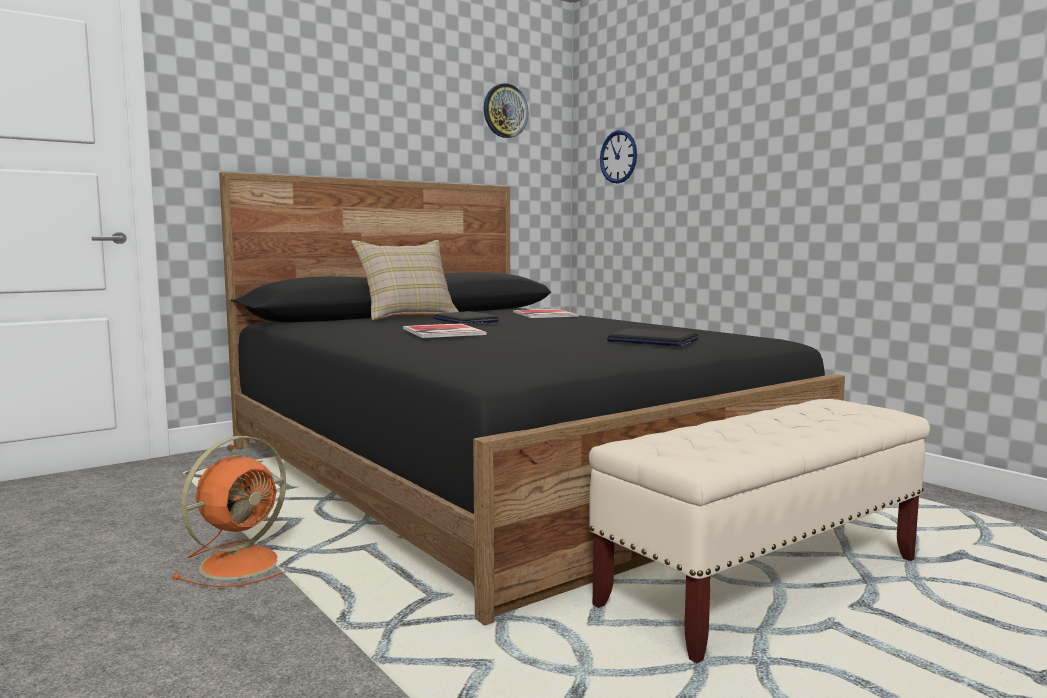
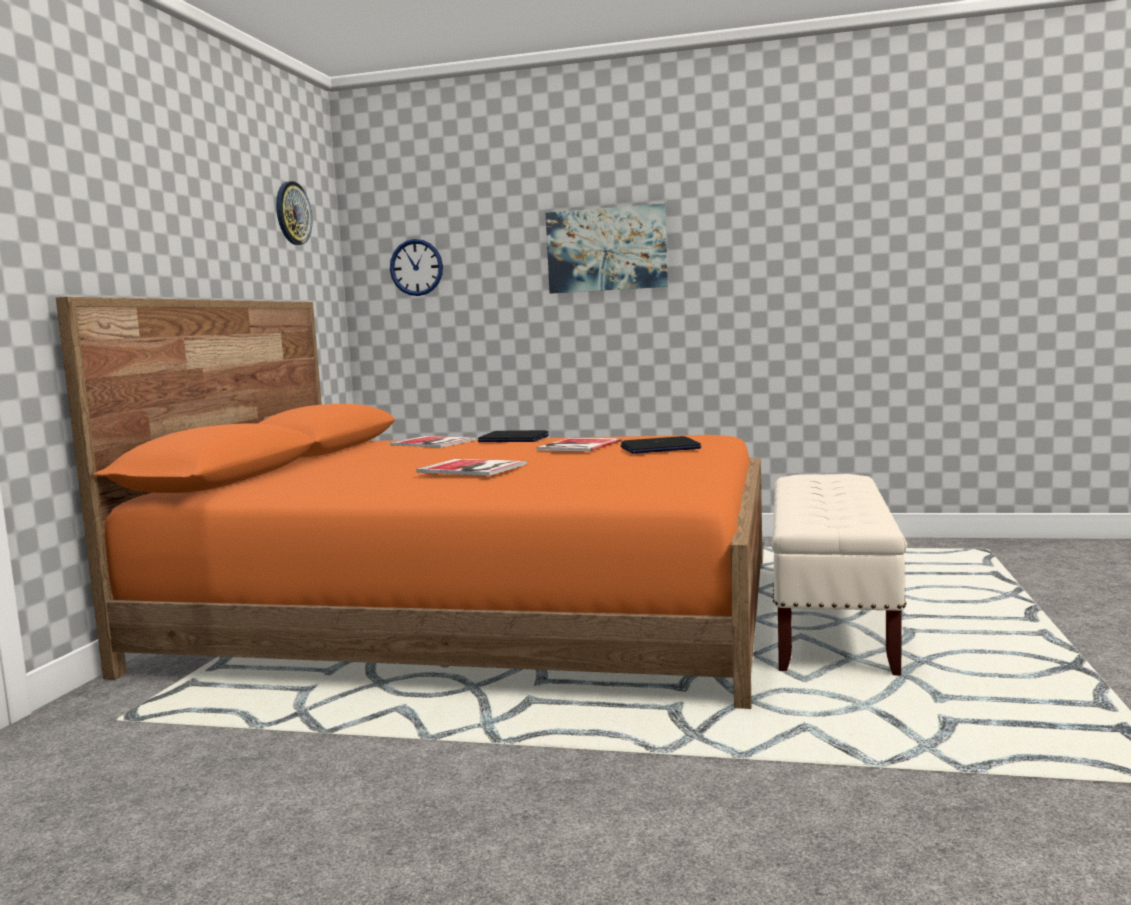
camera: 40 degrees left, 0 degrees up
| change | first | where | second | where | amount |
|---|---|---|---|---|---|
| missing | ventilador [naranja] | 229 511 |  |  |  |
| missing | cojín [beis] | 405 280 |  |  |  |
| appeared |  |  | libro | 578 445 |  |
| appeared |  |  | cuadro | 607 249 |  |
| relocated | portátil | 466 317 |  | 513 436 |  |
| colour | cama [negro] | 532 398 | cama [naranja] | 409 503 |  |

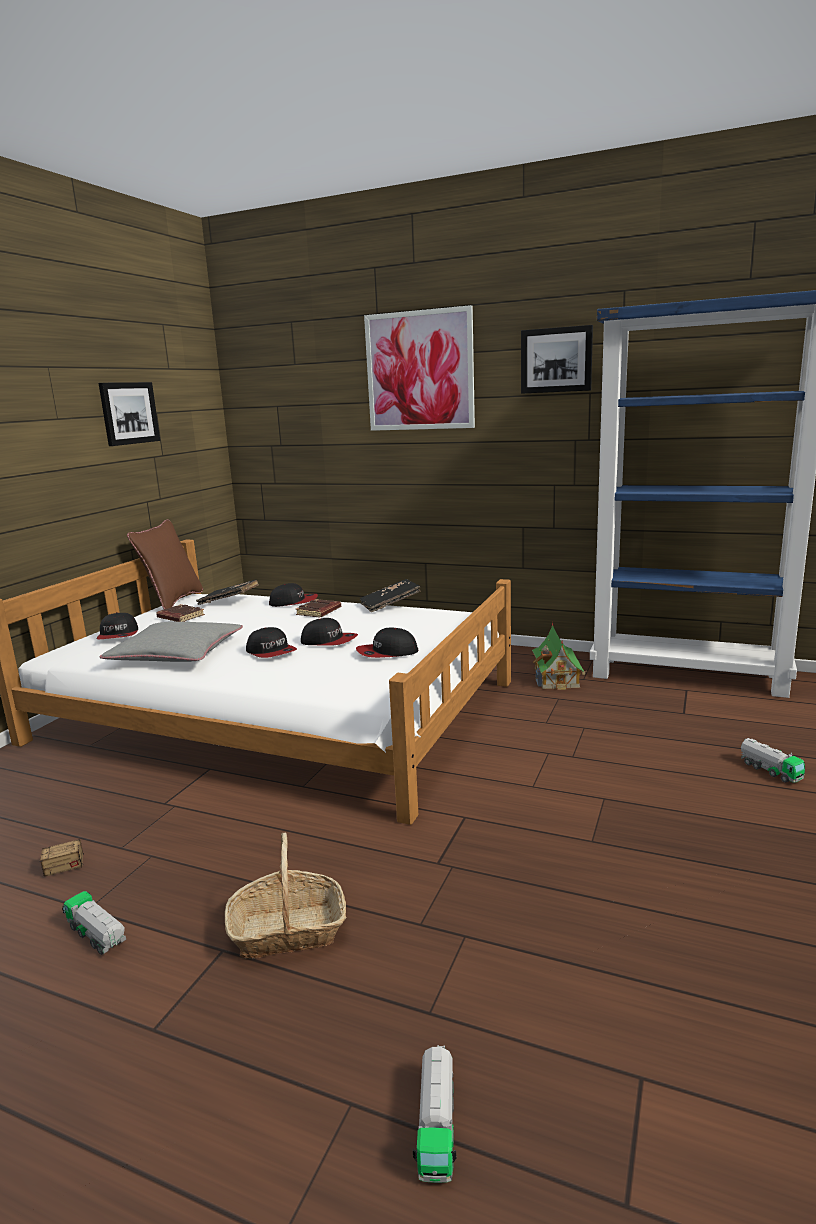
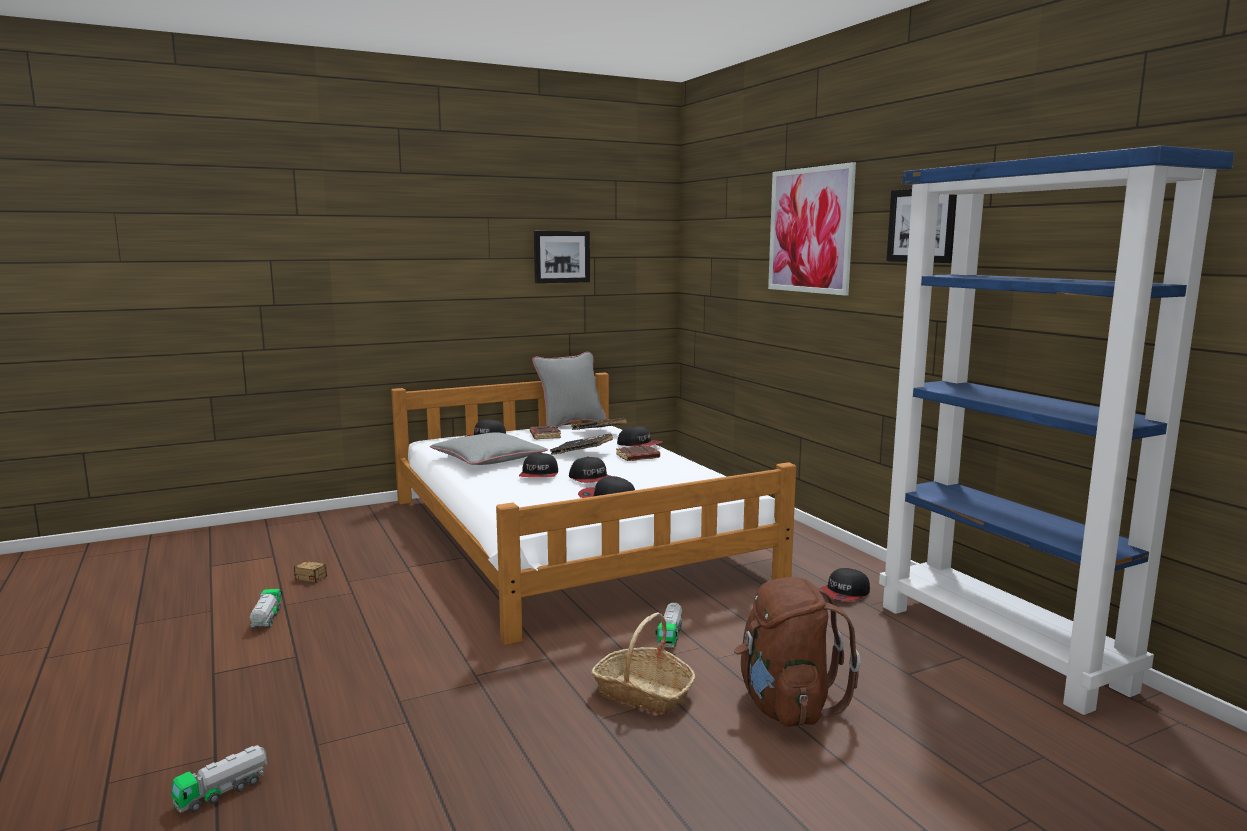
camera: 40 degrees right, 5 degrees down
| change | first | where | second | where | amount |
|---|---|---|---|---|---|
| appeared |  |  | mochila [marrón] | 797 652 |  |
| relocated | cesta | 286 896 |  | 643 663 |  |
| relocated | libro [negro] | 390 595 |  | 581 444 |  |
| relocated | camión de juguete | 773 760 |  | 669 625 |  |
| exchanged | casita | 558 656 | gorra | 845 584 |  |
| colour | cojín [marrón] | 165 564 | cojín [gris] | 569 389 |  |

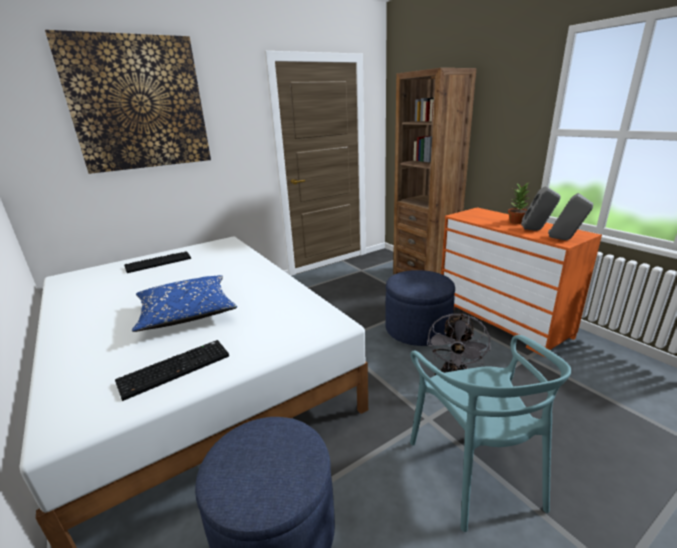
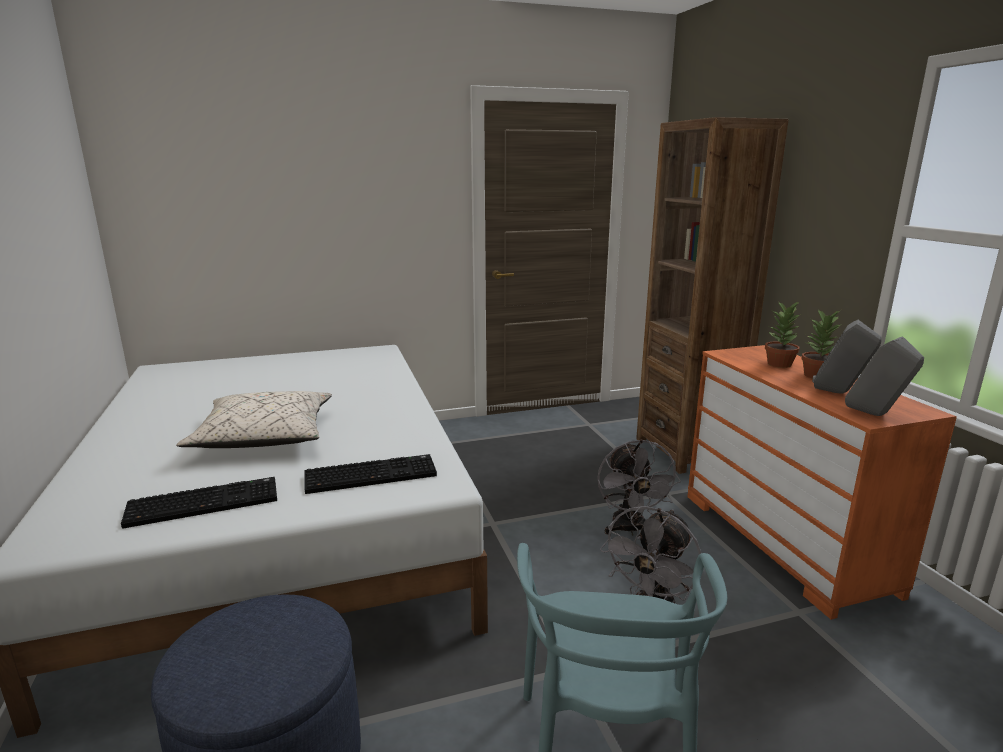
camera: 15 degrees right, 5 degrees down
| change | first | where | second | where | amount |
|---|---|---|---|---|---|
| missing | cuadro | 128 102 |  |  |  |
| appeared |  |  | planta en maceta | 783 334 |  |
| relocated | teclado | 157 262 |  | 371 474 |  |
| exchanged | puf [azul] | 420 308 | ventilador [gris] | 639 487 |  |
| colour | cojín [azul] | 184 303 | cojín [beis] | 254 419 |  |

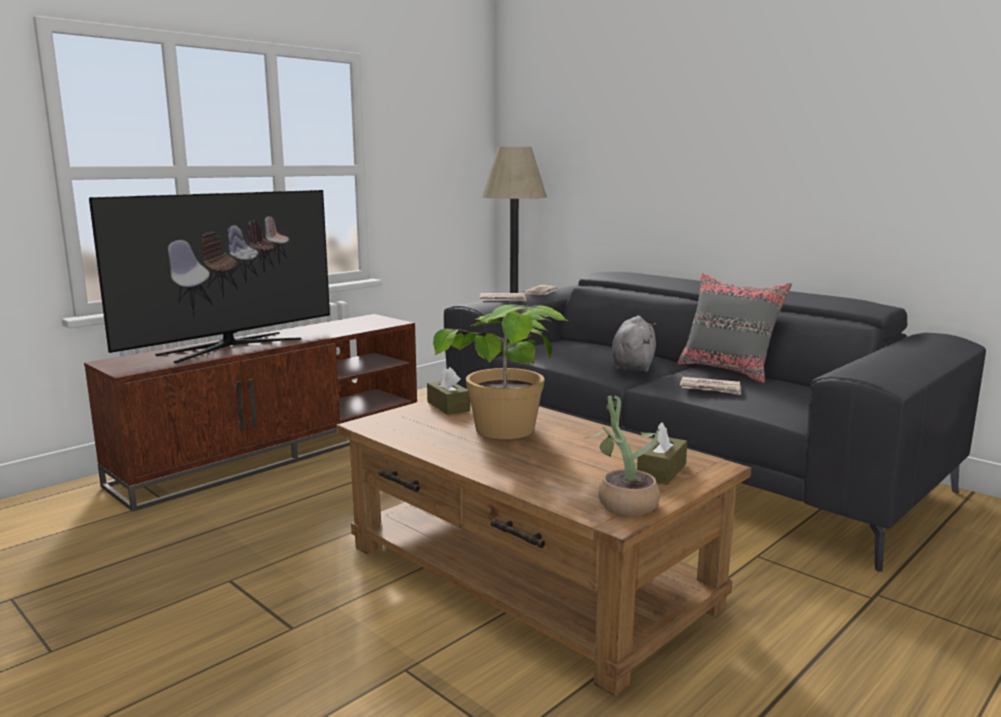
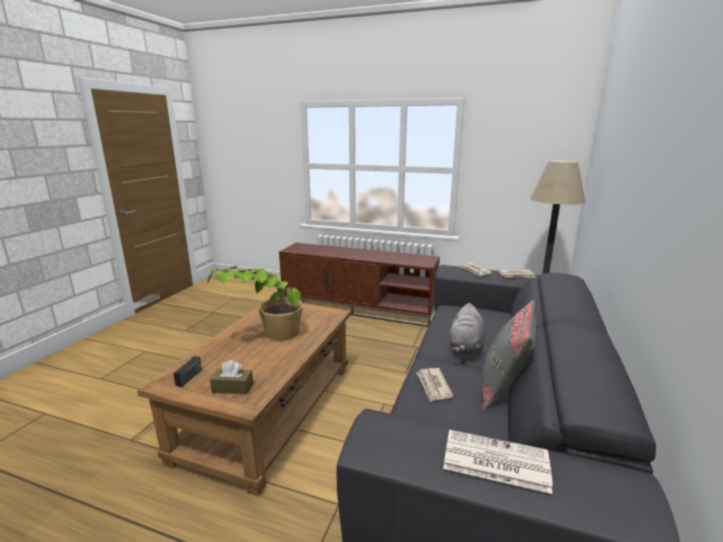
camera: 65 degrees right, 5 degrees up
| change | first | where | second | where | amount |
|---|---|---|---|---|---|
| missing | televisor | 209 276 |  |  |  |
| missing | caja de pañuelos [marrón] | 448 391 |  |  |  |
| appeared |  |  | periódico | 498 462 |  |
| exchanged | planta en maceta | 621 455 | radio | 180 371 |  |
| spun | peluche [gris] | 634 344 |  | 467 328 | 120 degrees clockwise |

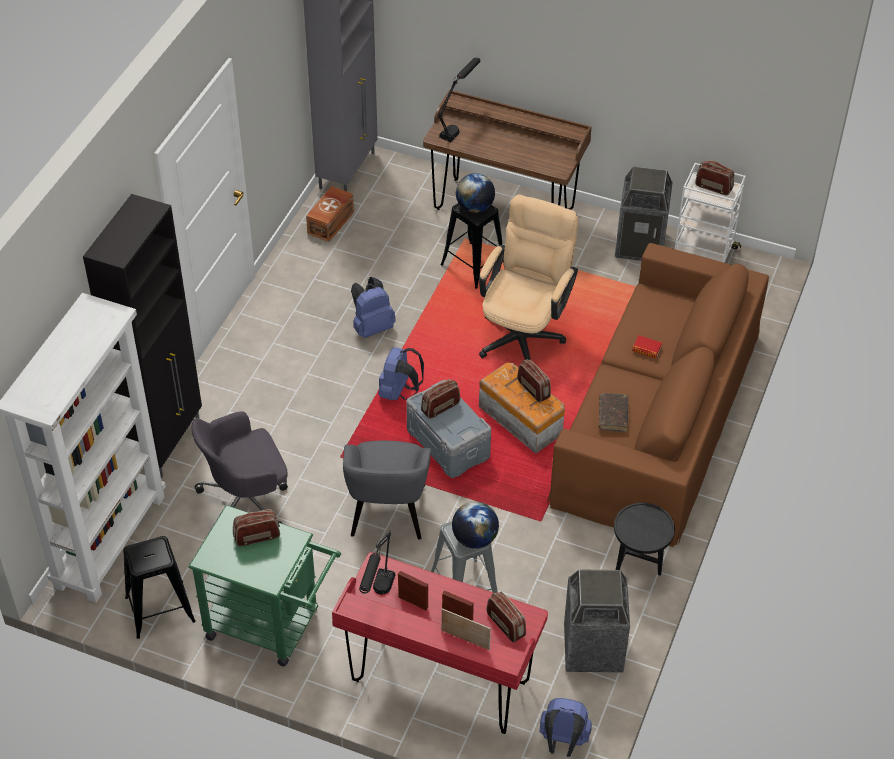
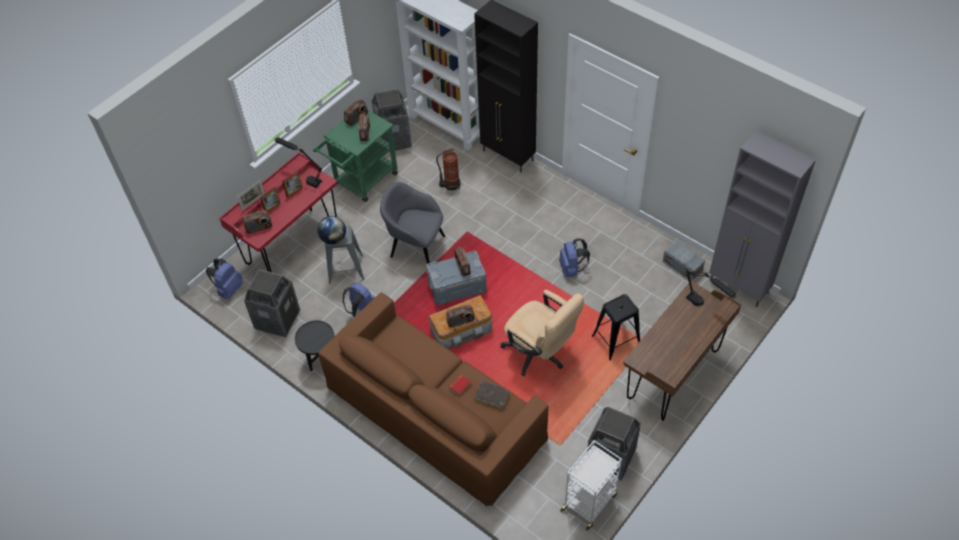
camera: 110 degrees right, 5 degrees up
| change | first | where | second | where | amount |
|---|---|---|---|---|---|
| missing | globo terráqueo | 475 193 |  |  |  |
| relocated | mochila [azul] | 401 374 |  | 359 299 |  |
| relocated | libro [marrón] | 614 412 |  | 492 395 |  |
| relocated | radio | 714 178 |  | 356 112 |  |
| exchanged | taburete [negro] | 159 587 | papelera | 392 120 |  |
| exchanged | silla de oficina [gris] | 240 467 | extintor | 448 170 |  |
| colour | caja de almacenaje [marrón] | 330 214 | caja de almacenaje [gris] | 684 260 |  |

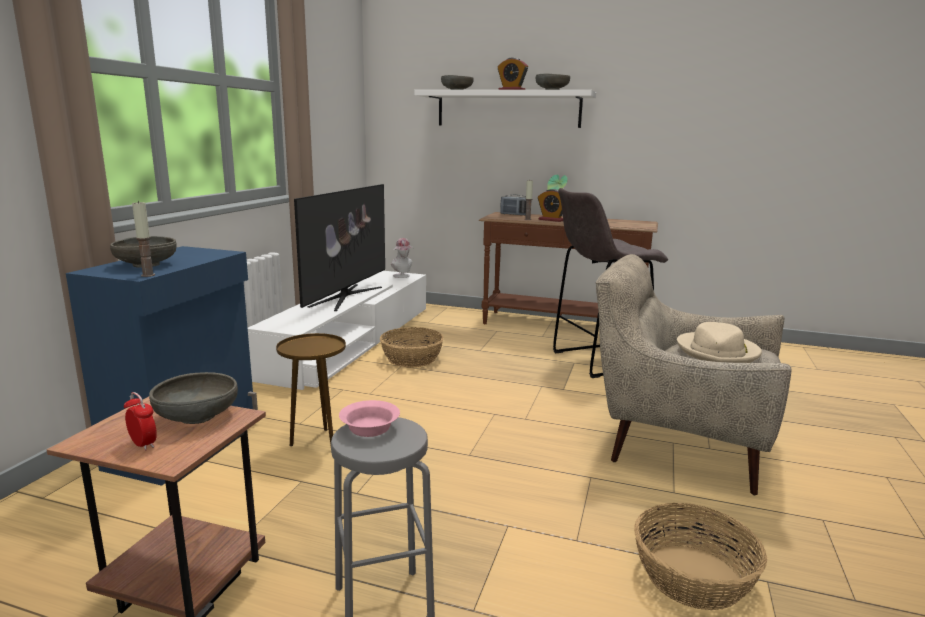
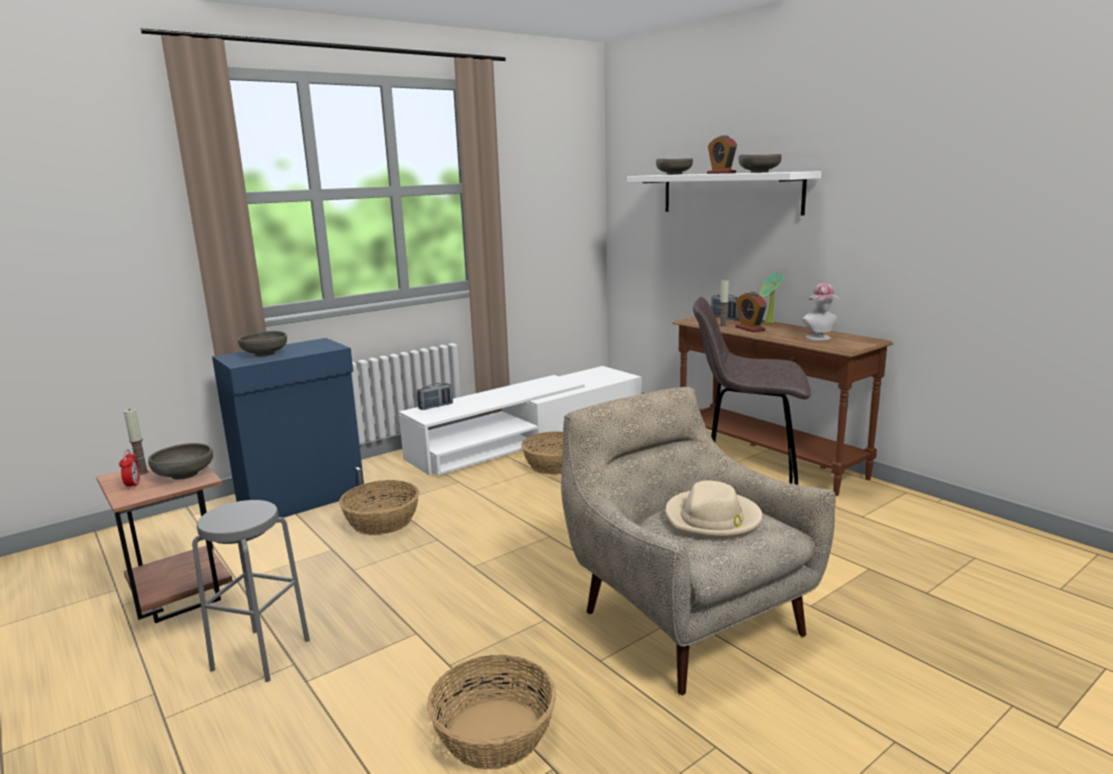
camera: 35 degrees right, 0 degrees up
| change | first | where | second | where | amount |
|---|---|---|---|---|---|
| missing | televisor | 339 247 |  |  |  |
| missing | cuenco [rosa] | 369 418 |  |  |  |
| appeared |  |  | radio | 435 396 |  |
| relocated | vela | 143 238 |  | 136 442 |  |
| relocated | sombrero | 402 258 |  | 820 312 |  |
| exchanged | mesa auxiliar [marrón] | 311 389 | cesta | 379 507 |  |

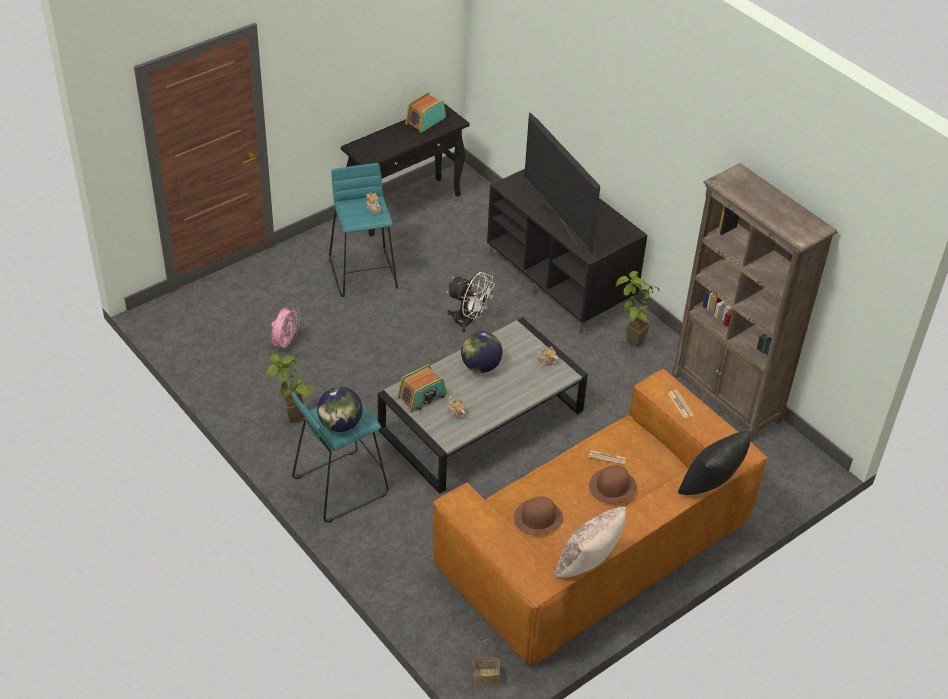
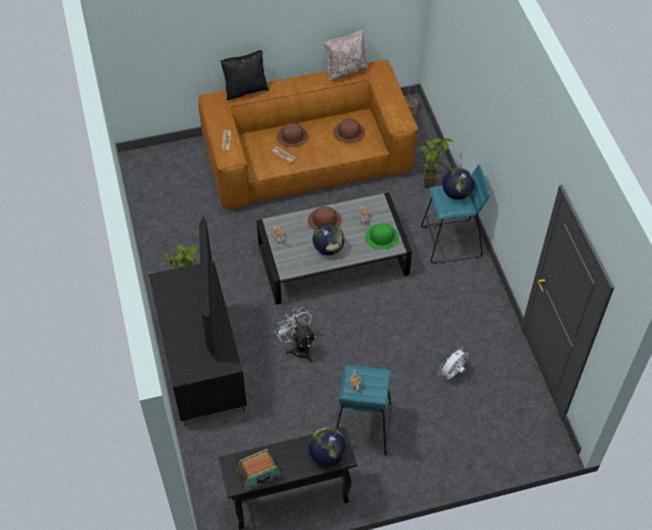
camera: 155 degrees left, 10 degrees up
| change | first | where | second | where | amount |
|---|---|---|---|---|---|
| missing | estantería [marrón] | 754 302 |  |  |  |
| appeared |  |  | sombrero [marrón] | 325 218 |  |
| appeared |  |  | globo terráqueo | 327 446 |  |
| relocated | planta en maceta | 291 389 |  | 436 163 |  |
| exchanged | radio | 422 388 | sombrero [verde] | 382 236 |  |
| colour | ventilador [rosa] | 286 329 | ventilador [blanco] | 453 363 |  |

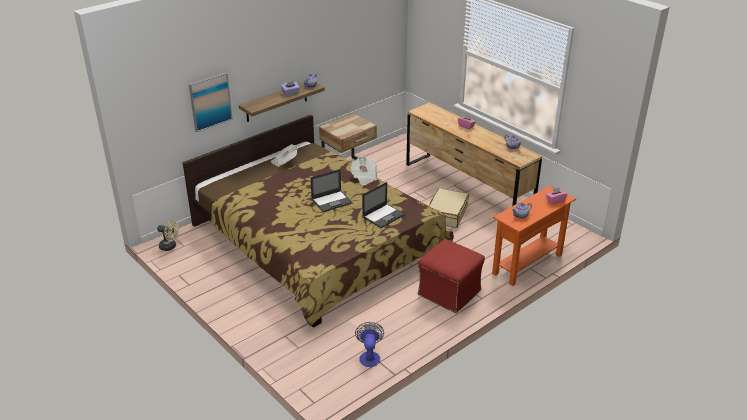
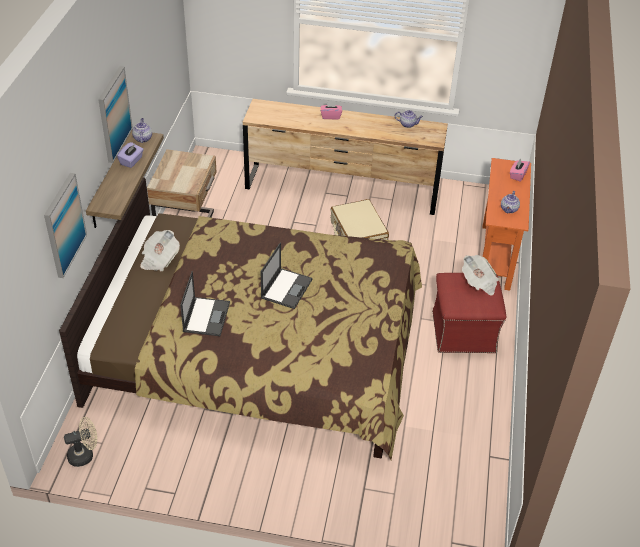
camera: 40 degrees left, 10 degrees up
| change | first | where | second | where | amount |
|---|---|---|---|---|---|
| missing | ventilador | 369 344 |  |  |  |
| appeared |  |  | cuadro | 115 114 |  |
| relocated | periódico | 364 170 |  | 480 275 |  |
| relocated | portátil | 383 205 |  | 205 303 |  |

